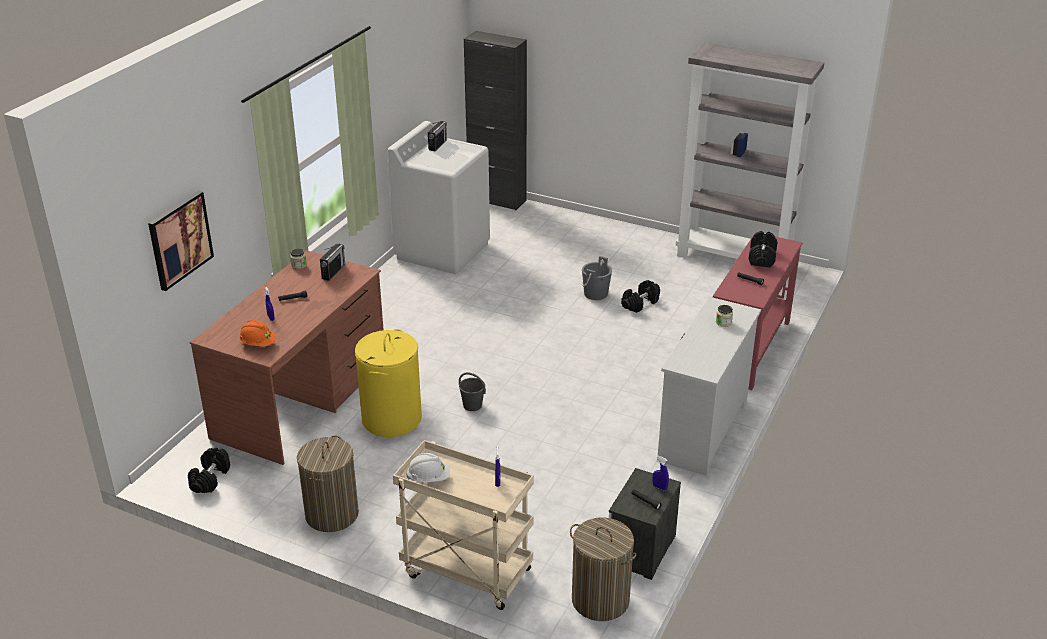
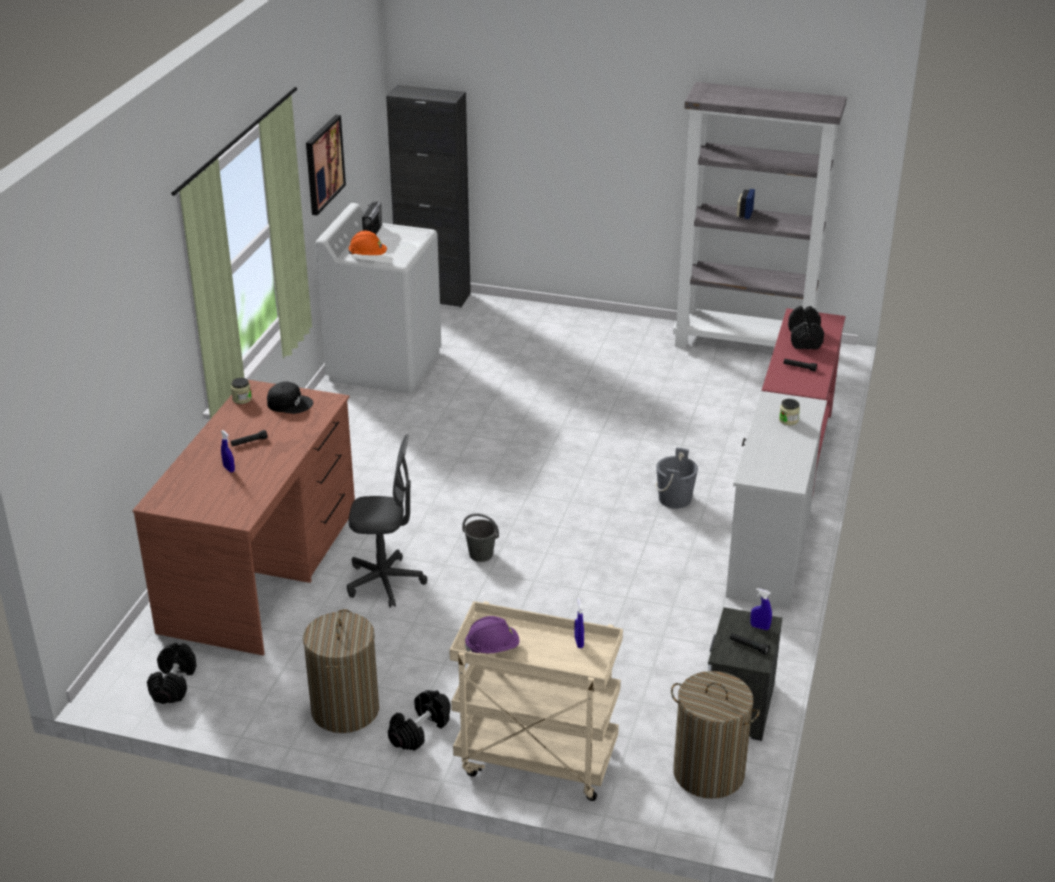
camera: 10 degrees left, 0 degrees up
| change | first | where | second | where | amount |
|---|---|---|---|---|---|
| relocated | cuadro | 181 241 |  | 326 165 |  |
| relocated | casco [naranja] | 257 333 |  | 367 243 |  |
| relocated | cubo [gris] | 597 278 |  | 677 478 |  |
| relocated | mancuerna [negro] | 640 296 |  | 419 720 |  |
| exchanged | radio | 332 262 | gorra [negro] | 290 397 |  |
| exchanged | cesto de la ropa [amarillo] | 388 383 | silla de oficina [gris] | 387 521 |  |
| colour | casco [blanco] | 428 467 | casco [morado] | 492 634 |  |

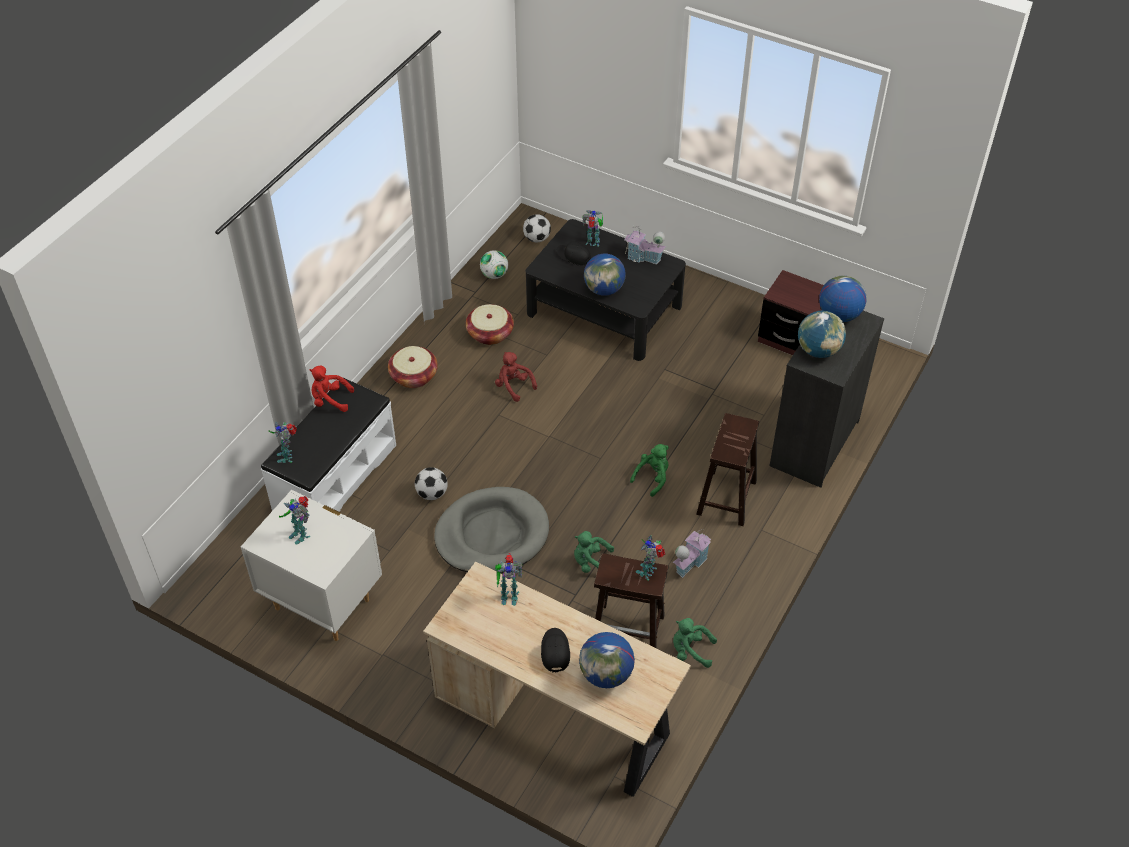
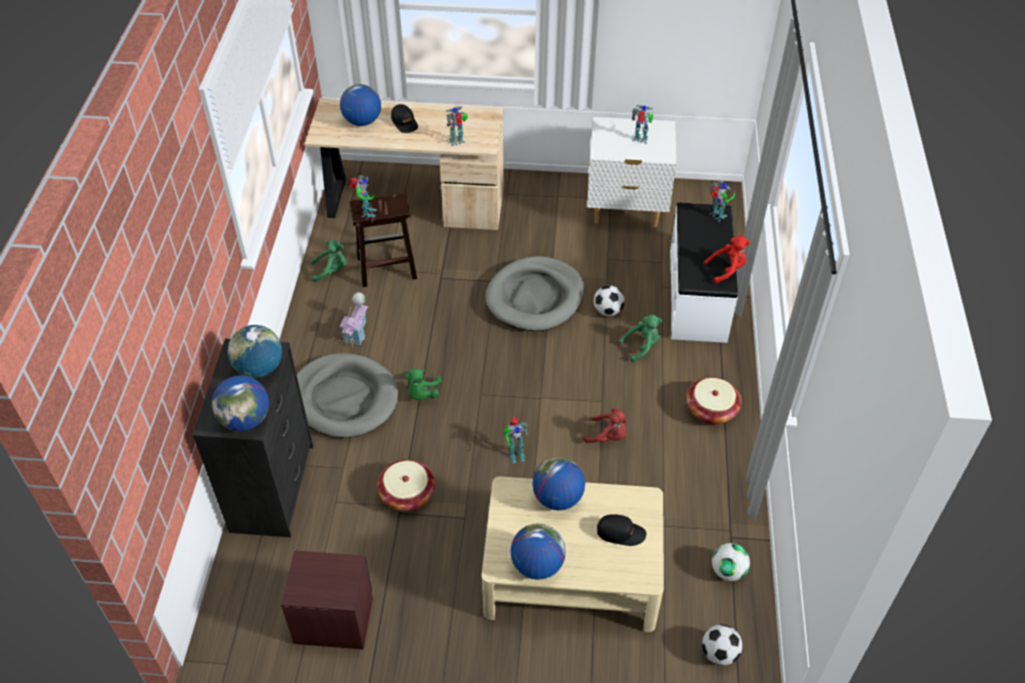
camera: 155 degrees right, 0 degrees up
| change | first | where | second | where | amount |
|---|---|---|---|---|---|
| relocated | cesta | 490 324 |  | 406 485 |  |
| relocated | peluche [verde] | 594 552 |  | 640 338 |  |
| relocated | robot de juguete | 592 228 |  | 515 440 |  |
| exchanged | casita | 645 245 | globo terráqueo | 538 551 |  |
| exchanged | taburete [marrón] | 727 469 | cama para perro [gris] | 348 395 |  |
| colour | mesa de centro [negro] | 606 290 | mesa de centro [beis] | 573 554 |  |

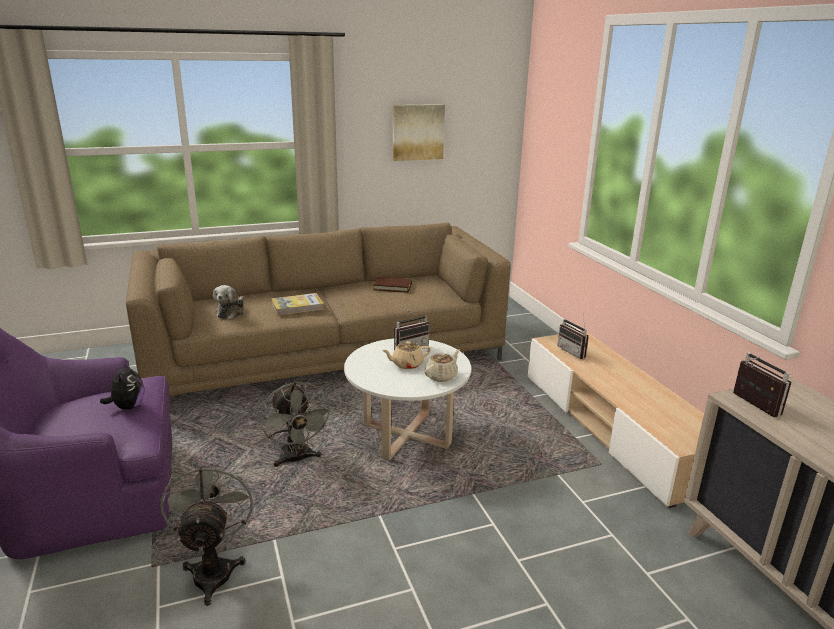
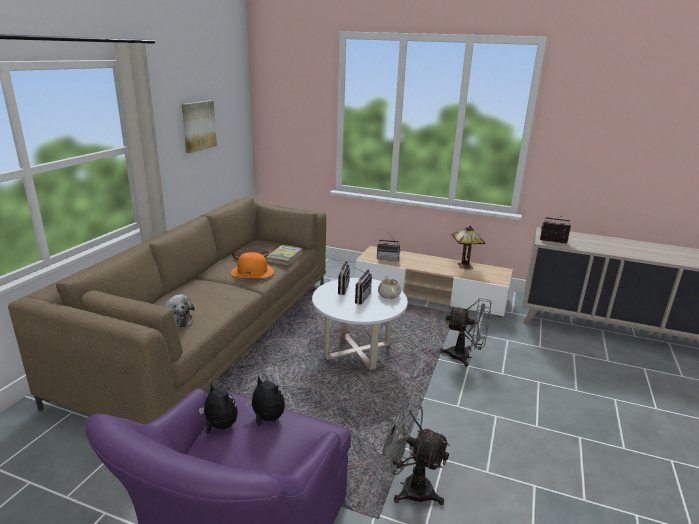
camera: 50 degrees left, 0 degrees up
| change | first | where | second | where | amount |
|---|---|---|---|---|---|
| appeared |  |  | peluche | 218 408 |  |
| appeared |  |  | sombrero [naranja] | 252 265 |  |
| appeared |  |  | lámpara de mesa | 468 247 |  |
| relocated | ventilador [gris] | 296 424 |  | 465 332 |  |
| relocated | libro | 297 304 |  | 284 255 |  |
| exchanged | tetera [beis] | 406 355 | radio | 363 286 |  |

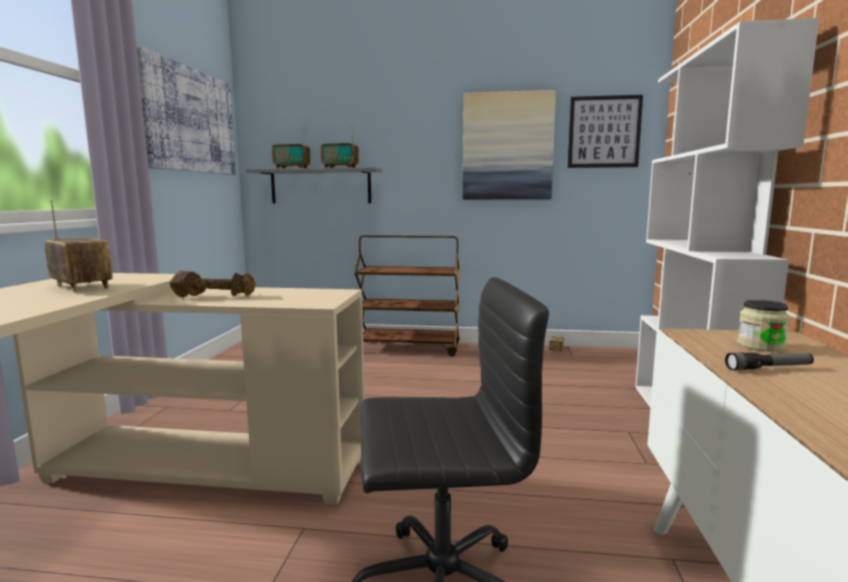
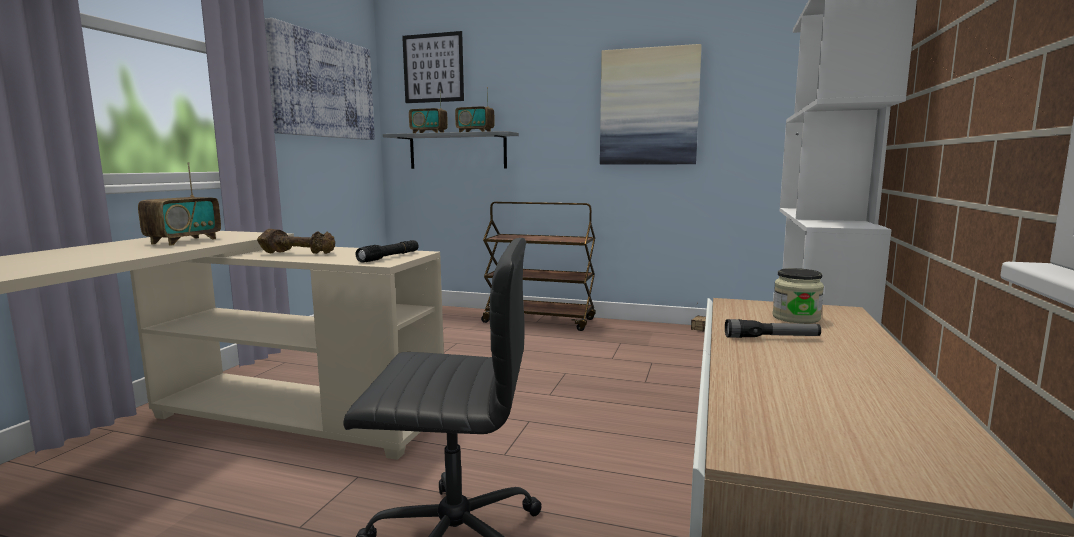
camera: 10 degrees right, 0 degrees up
| change | first | where | second | where | amount |
|---|---|---|---|---|---|
| appeared |  |  | linterna [negro] | 386 251 |  |
| relocated | cuadro | 605 131 |  | 433 67 |  |
| spun | radio | 78 246 |  | 179 204 | 60 degrees clockwise |

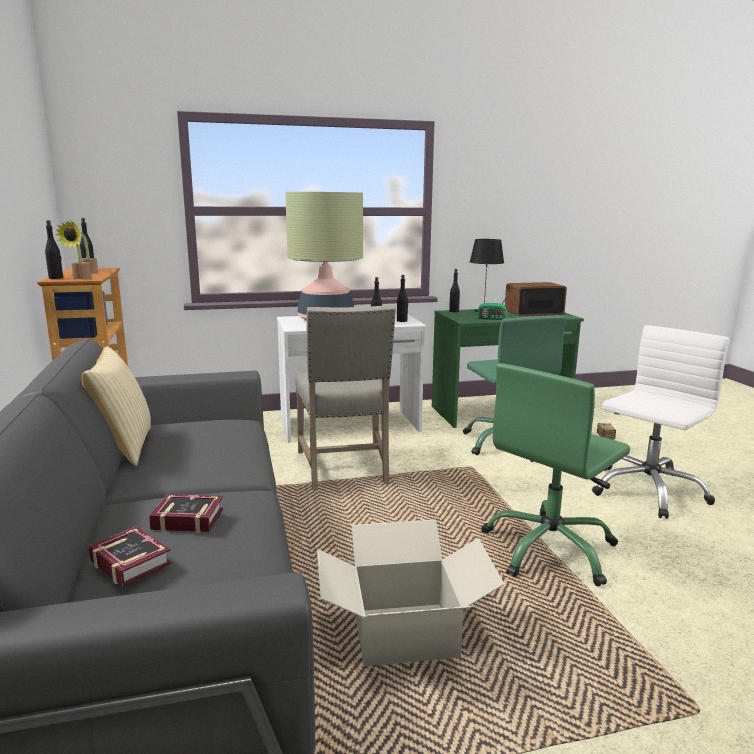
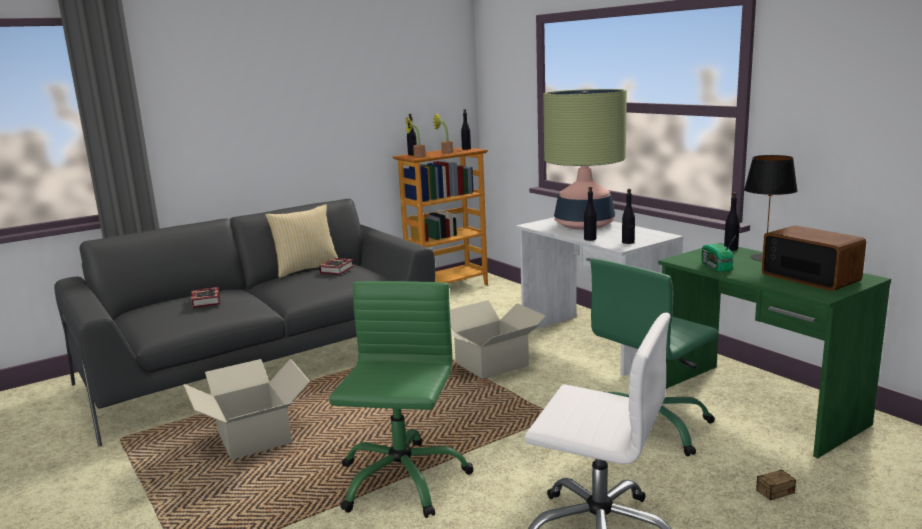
camera: 70 degrees right, 0 degrees up
| change | first | where | second | where | amount |
|---|---|---|---|---|---|
| relocated | libro | 130 556 |  | 336 266 |  |
| exchanged | silla [beis] | 345 397 | caja de cartón | 498 339 |  |
| spun | silla de oficina [verde] | 555 475 |  | 401 399 | 75 degrees clockwise |

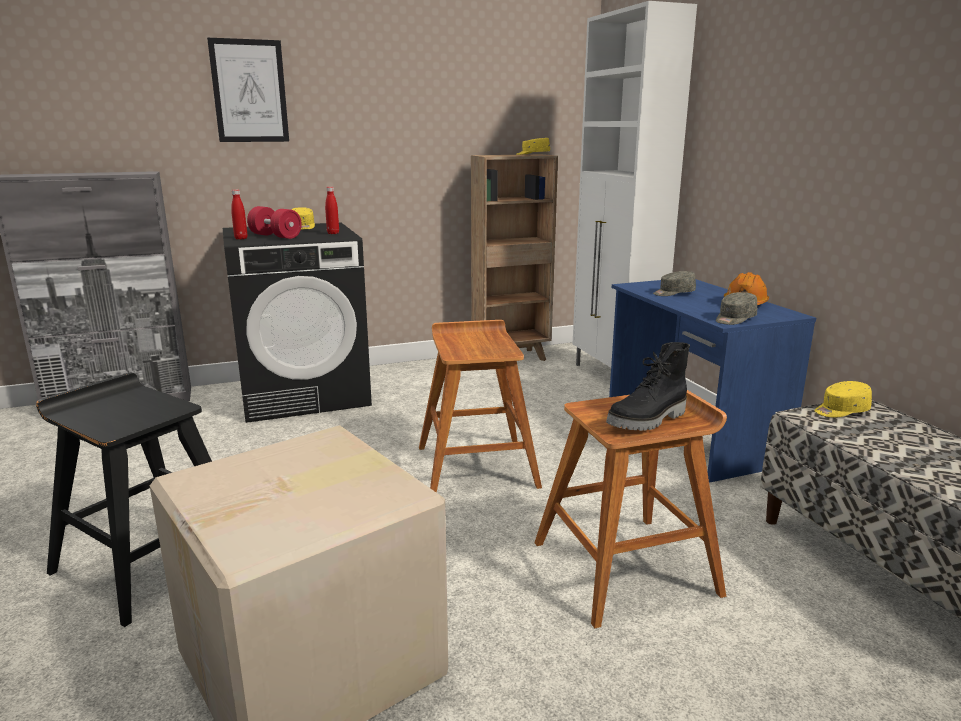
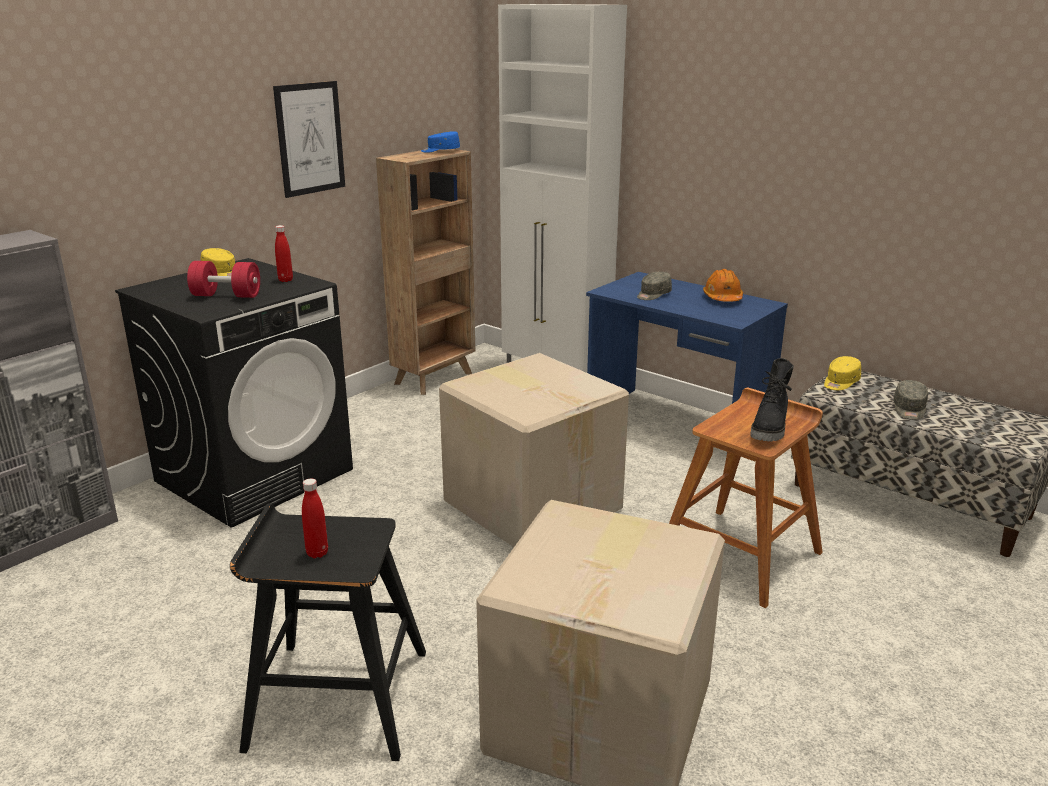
camera: 30 degrees left, 5 degrees up
| change | first | where | second | where | amount |
|---|---|---|---|---|---|
| relocated | cuadro | 248 90 |  | 309 139 |  |
| relocated | botella [rojo] | 239 214 |  | 315 518 |  |
| relocated | gorra [gris] | 736 308 |  | 910 400 |  |
| exchanged | taburete [marrón] | 480 406 | caja de cartón | 534 450 |  |
| colour | gorra [amarillo] | 533 146 | gorra [azul] | 440 142 |  |

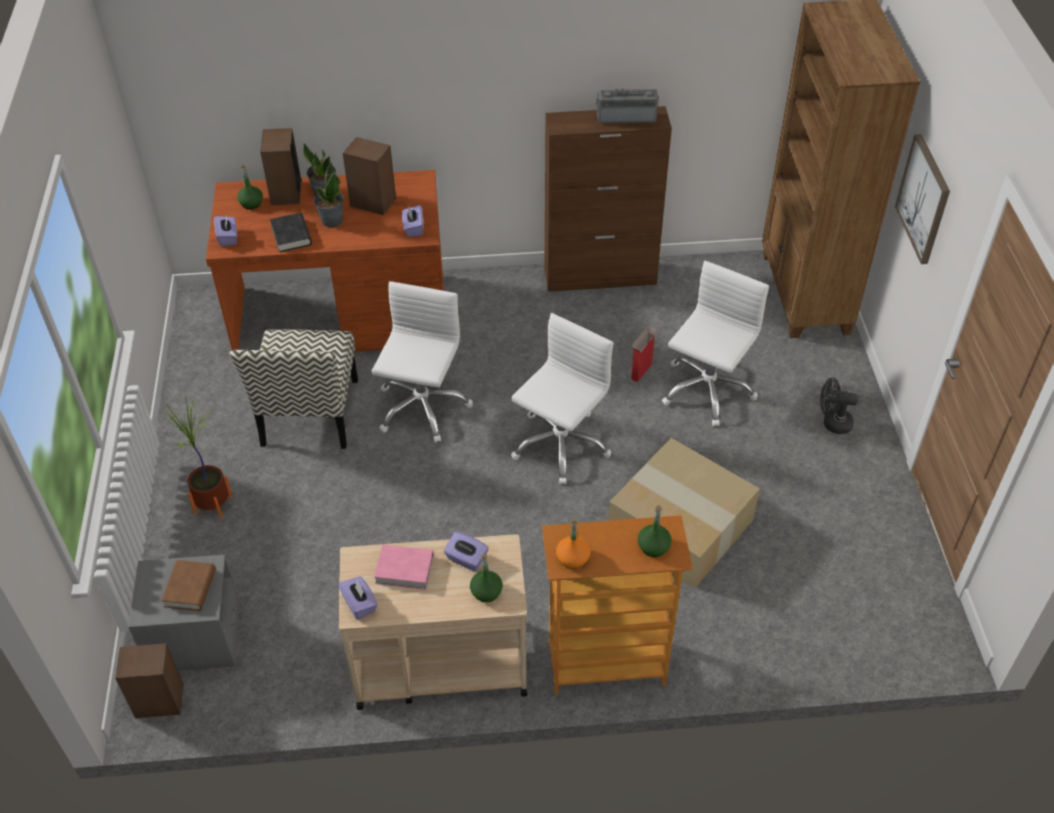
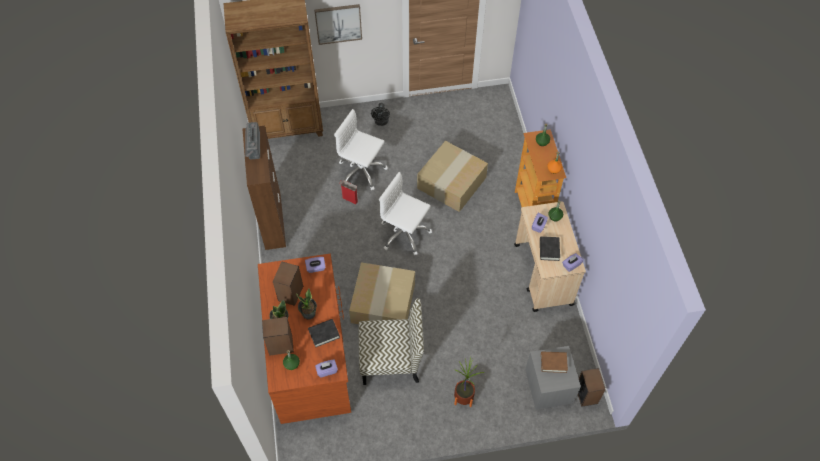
camera: 95 degrees left, 10 degrees up
| change | first | where | second | where | amount |
|---|---|---|---|---|---|
| exchanged | silla de oficina [blanco] | 422 362 | caja de cartón | 382 293 |  |
| colour | libro [rosa] | 404 567 | libro [negro] | 550 248 |  |

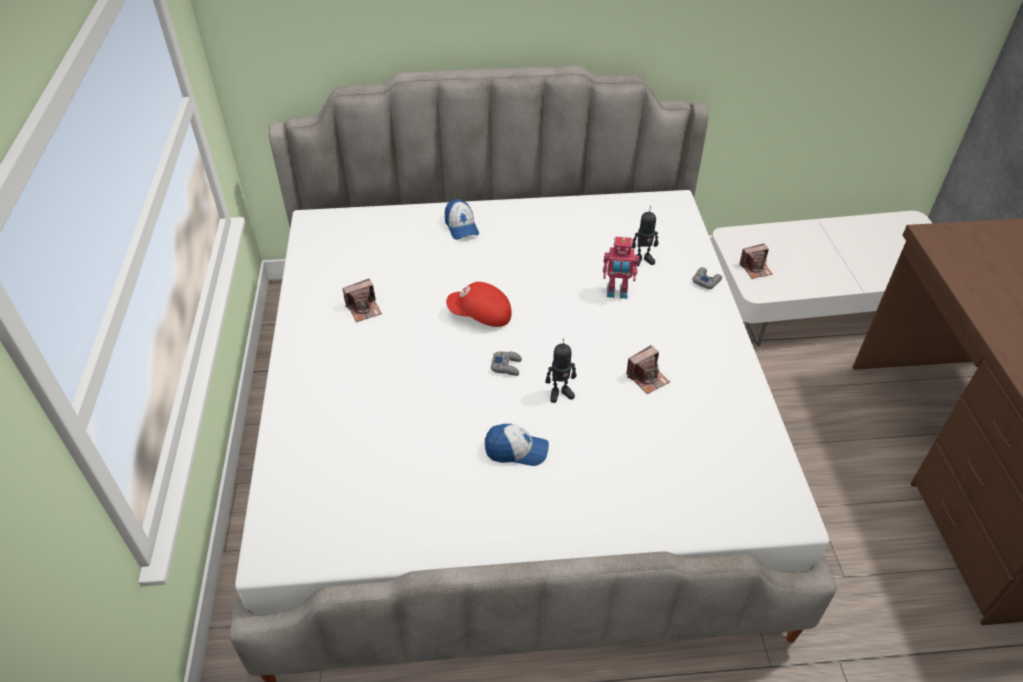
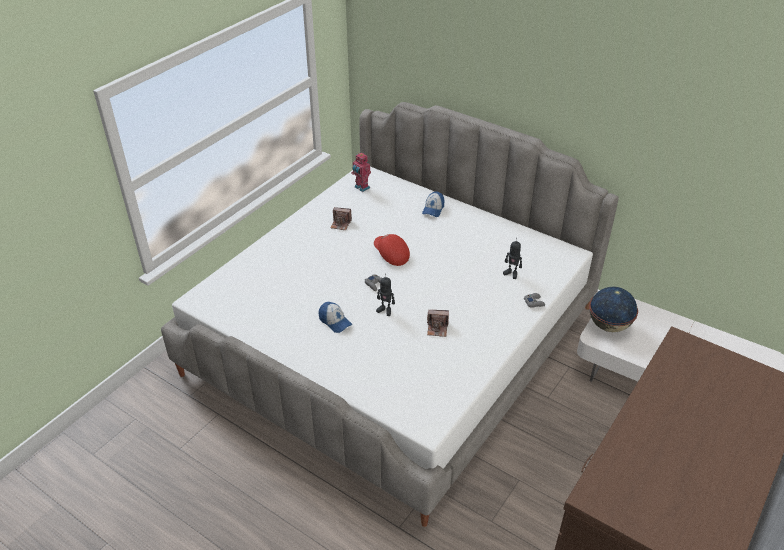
camera: 40 degrees right, 5 degrees down
| change | first | where | second | where | amount |
|---|---|---|---|---|---|
| relocated | robot de juguete | 621 268 |  | 361 172 |  |
| exchanged | cámara | 756 261 | globo terráqueo | 613 309 |  |

